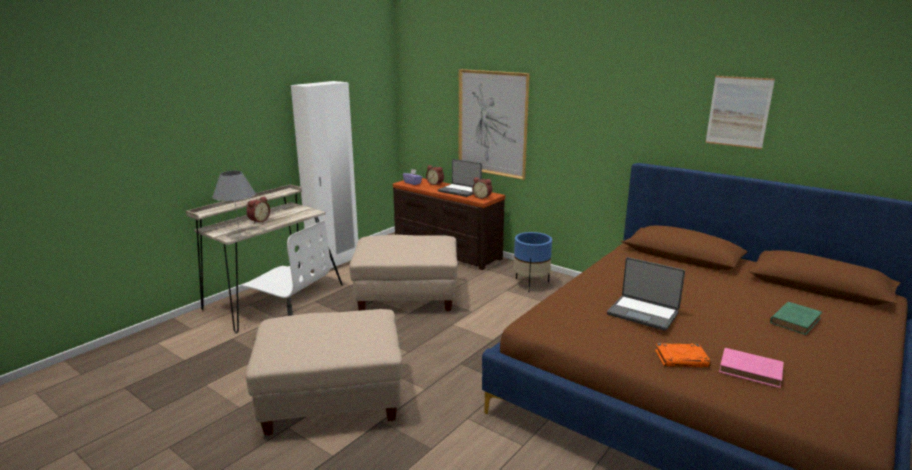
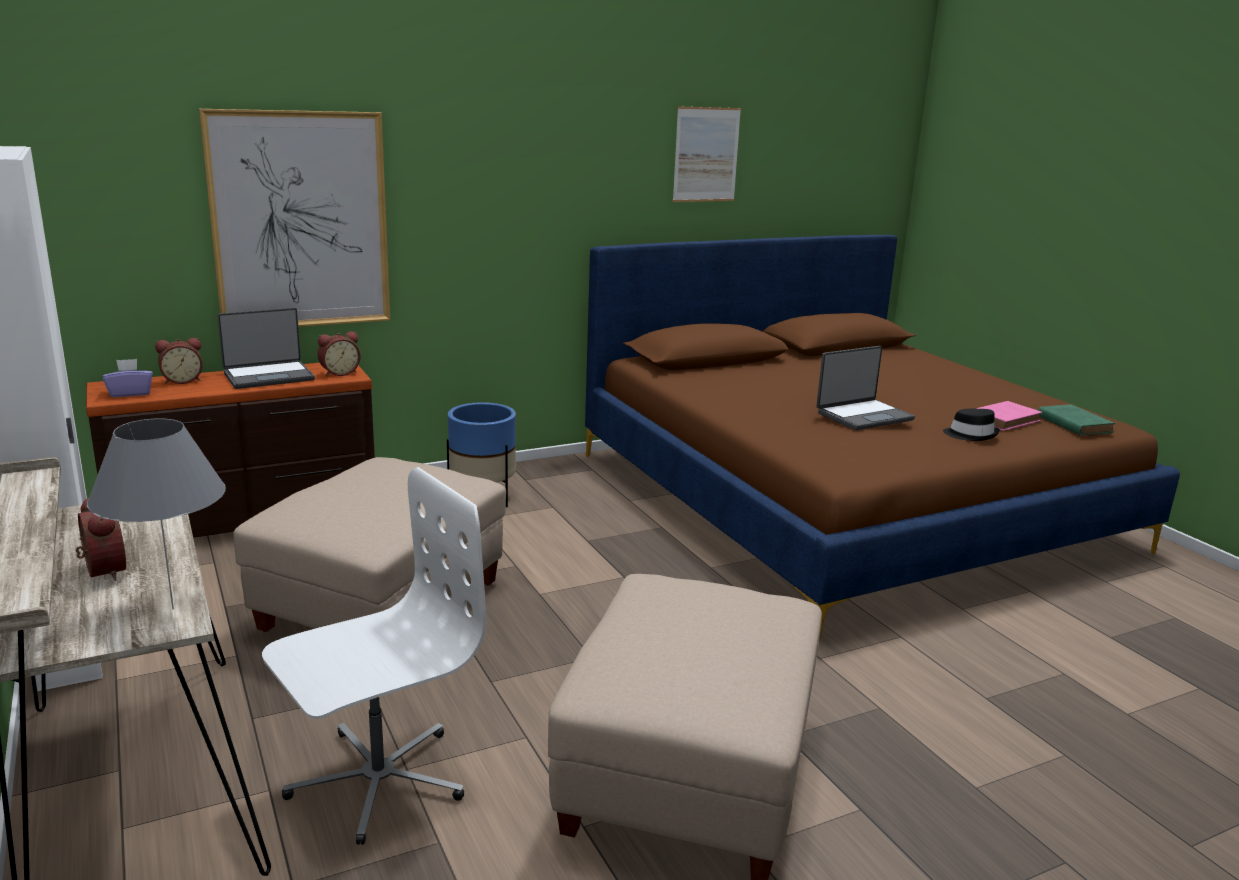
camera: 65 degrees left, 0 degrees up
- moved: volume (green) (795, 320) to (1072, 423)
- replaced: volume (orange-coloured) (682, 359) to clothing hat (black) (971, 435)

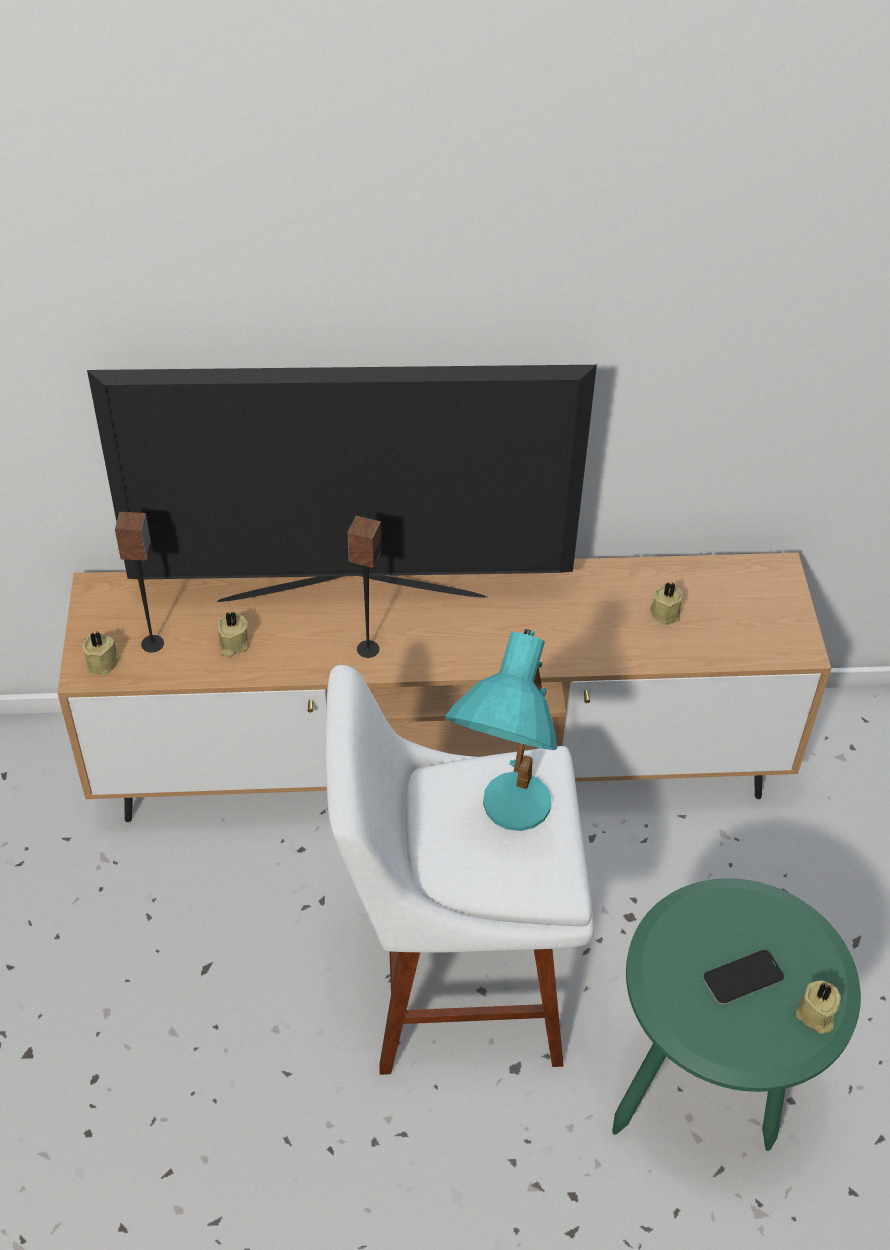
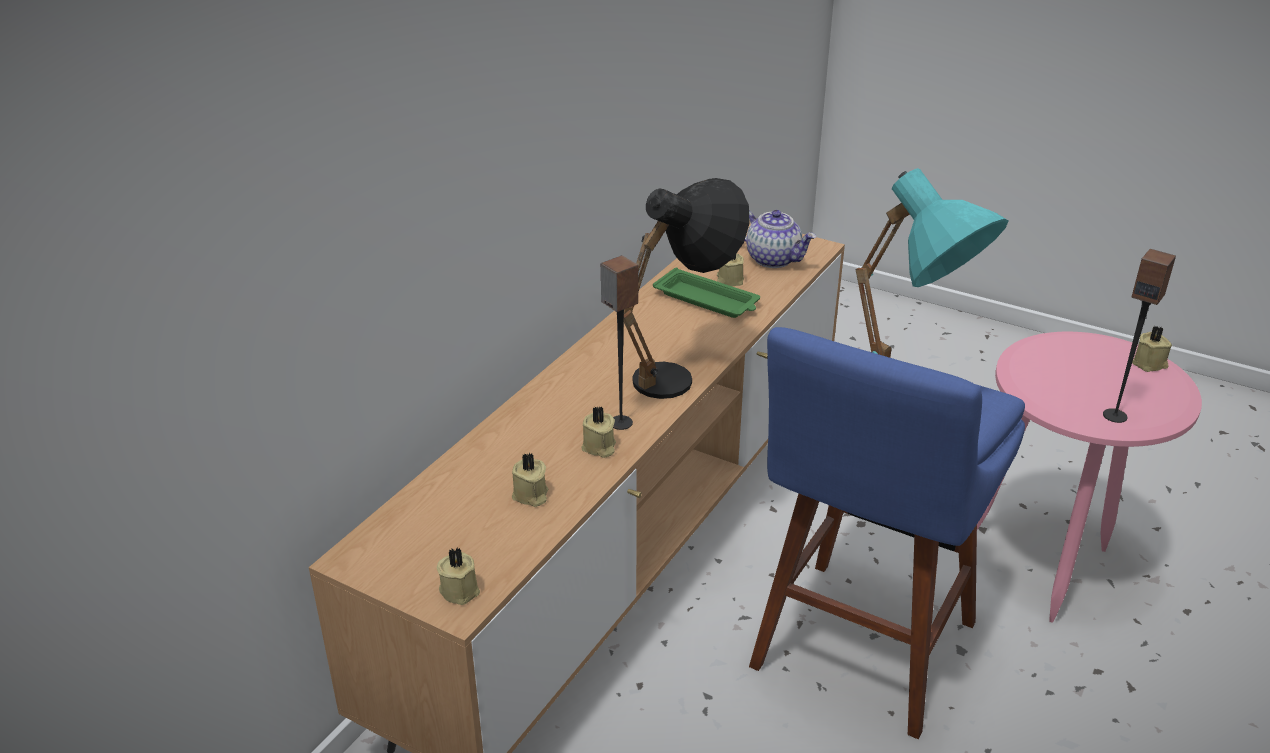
camera: 55 degrees left, 15 degrees down
- removed: TV set (352, 595)
- moved: audio speaker (153, 644) to (1115, 415)
- recoloured: sitting stool (white) (451, 987) to sitting stool (blue) (859, 652)
- recoloured: end table (green) (702, 1104) to end table (pink-coloured) (1049, 564)
- removed: handset (743, 978)
- added: tabletop lamp (black) (682, 375)
- added: tea pot (774, 259)
- added: carrying tray (green) (707, 300)
- added: wax candle (beige-coloured) (599, 447)

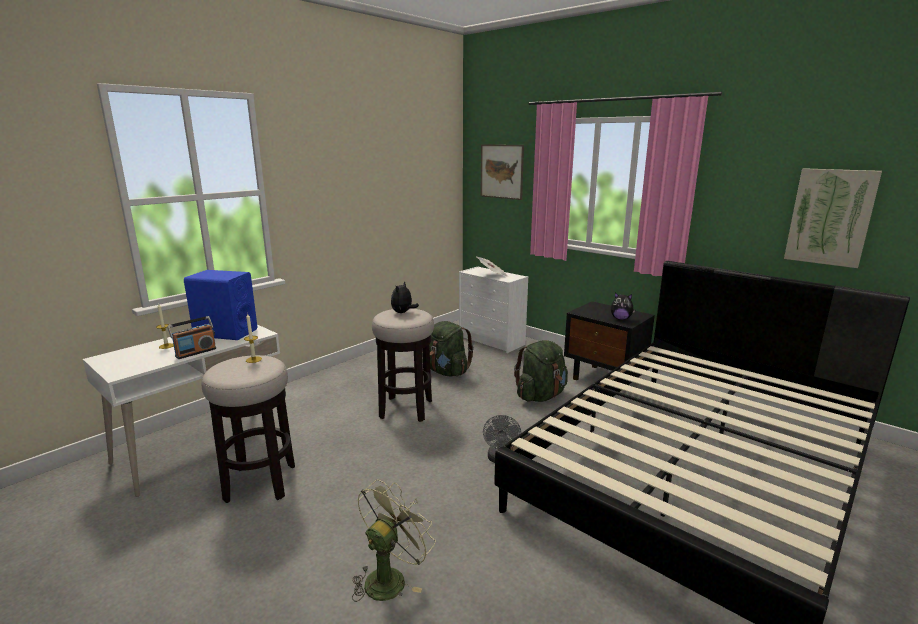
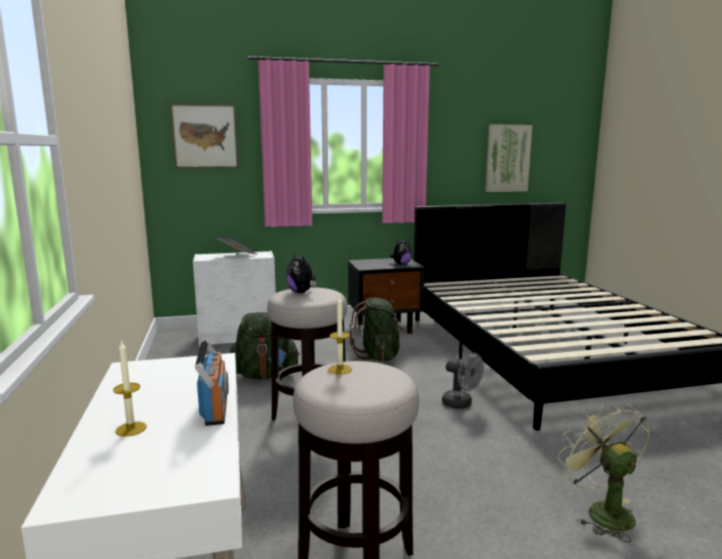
camera: 55 degrees left, 5 degrees down
- removed: audio speaker (blue) (225, 333)

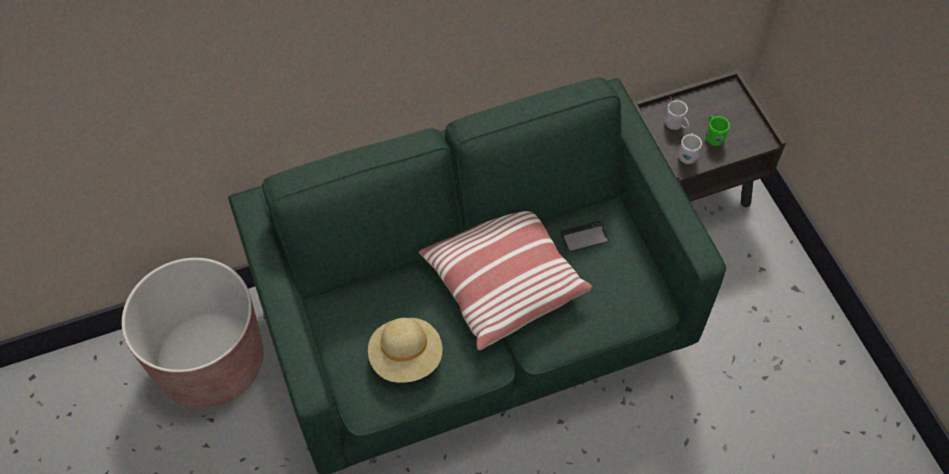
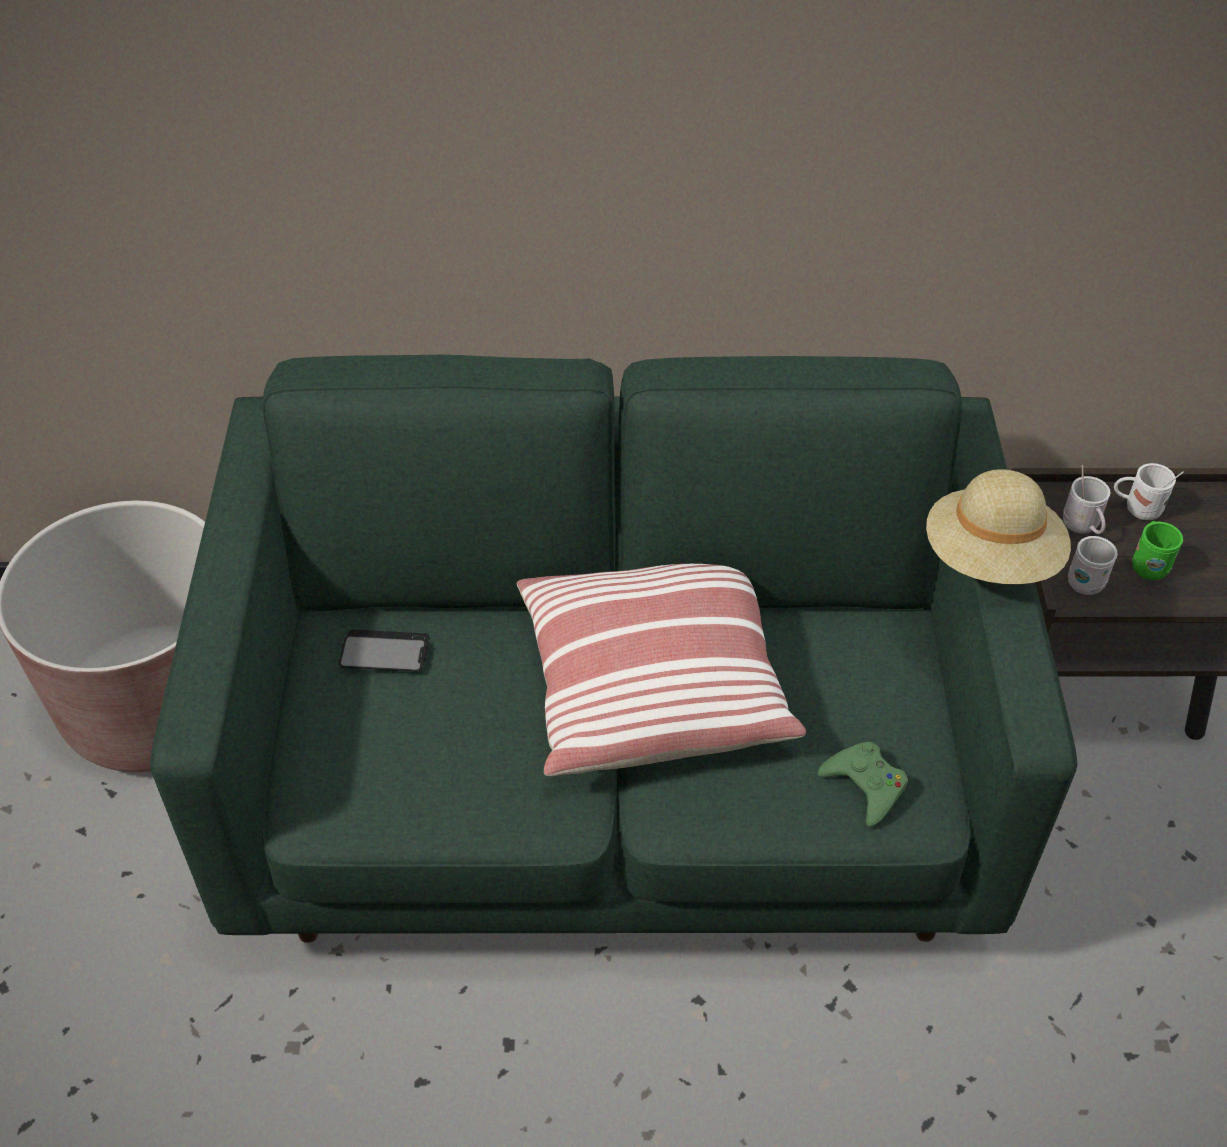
camera: 20 degrees right, 10 degrees down
- moved: handset (584, 237) to (385, 652)
- moved: clothing hat (beige-coloured) (406, 357) to (991, 559)
- added: mug (white) (1137, 509)
- added: joypad (green) (865, 786)

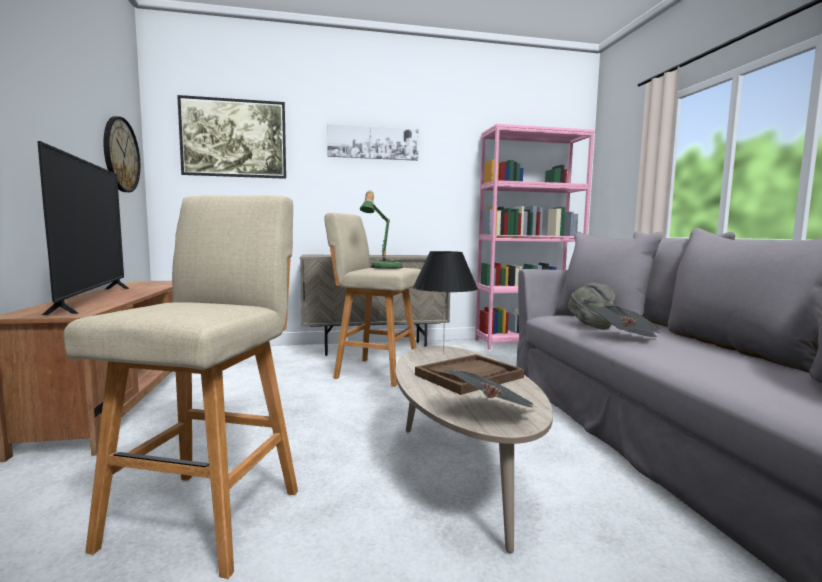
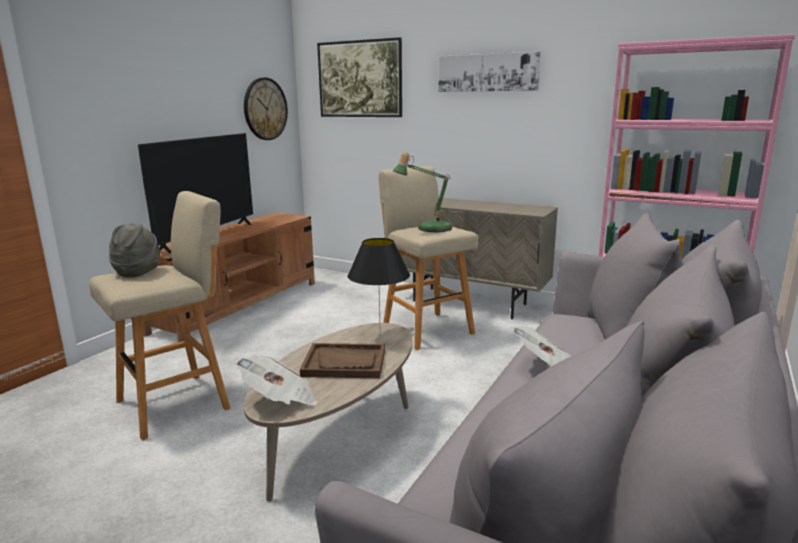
camera: 40 degrees right, 10 degrees up
- moved: clothing hat (grey) (590, 326) to (138, 271)

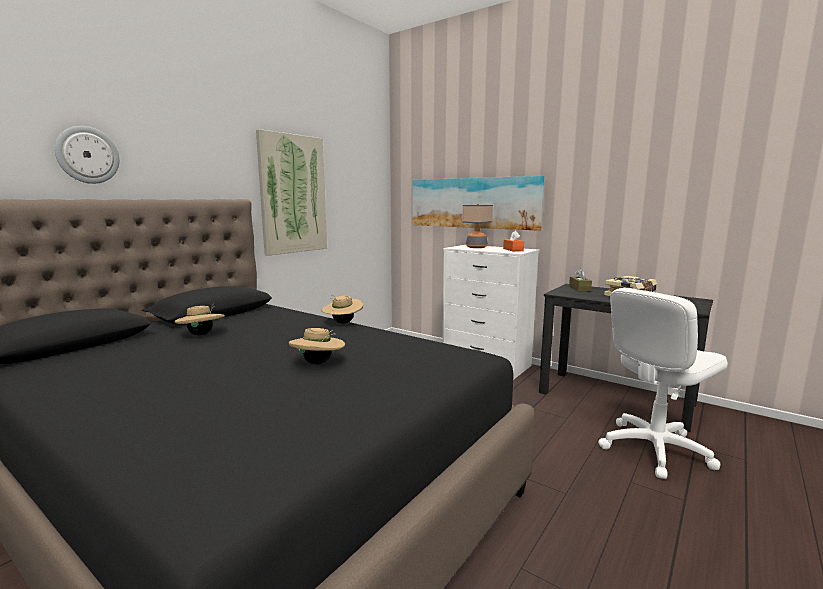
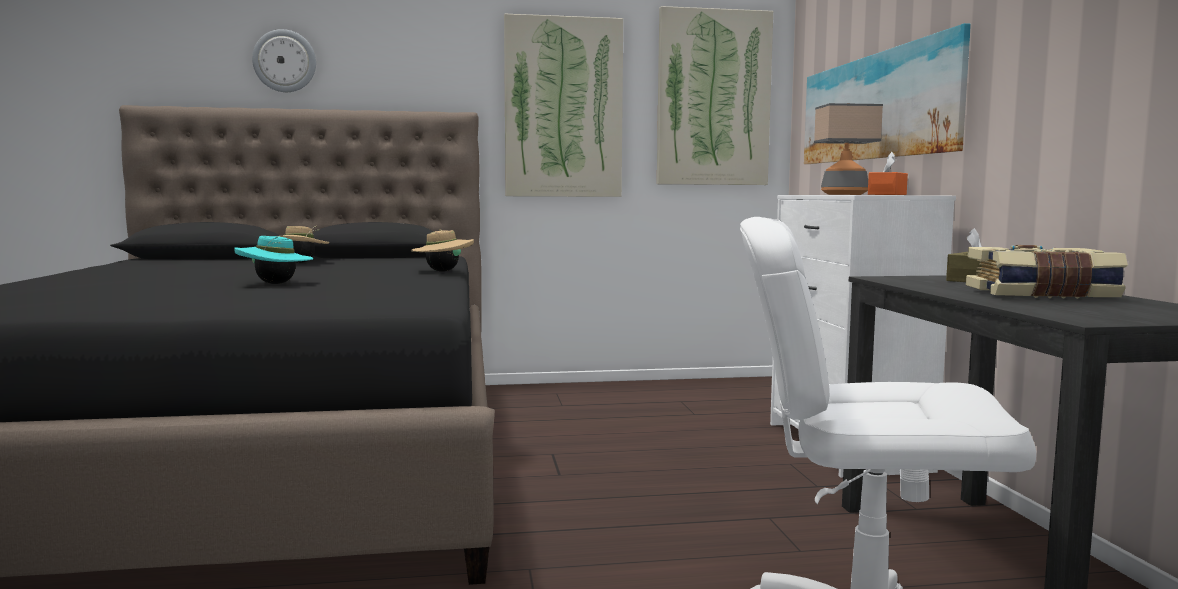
camera: 45 degrees right, 5 degrees down
- recoloured: clothing hat (beige-coloured) (318, 363) to clothing hat (turquoise) (276, 284)
- added: picture (713, 98)

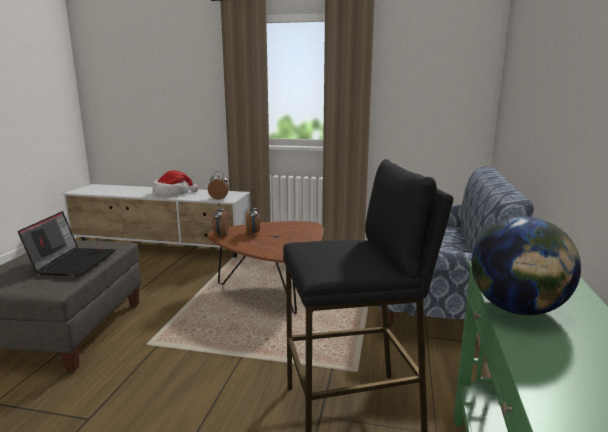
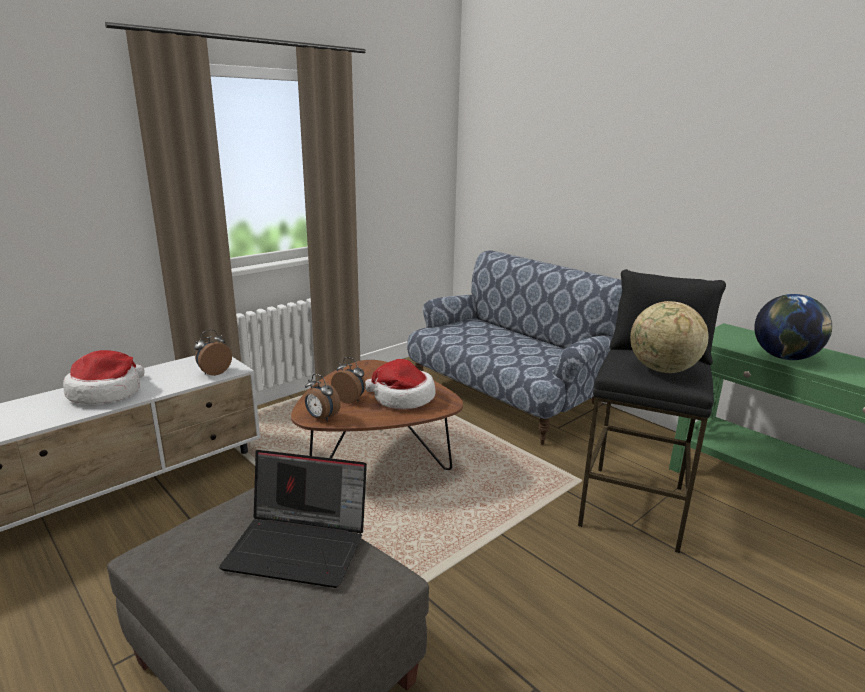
camera: 55 degrees left, 5 degrees up
- turned: laptop (73, 262) = (300, 546) 150 degrees clockwise
- added: desk globe (662, 370)
- added: clothing hat (402, 398)

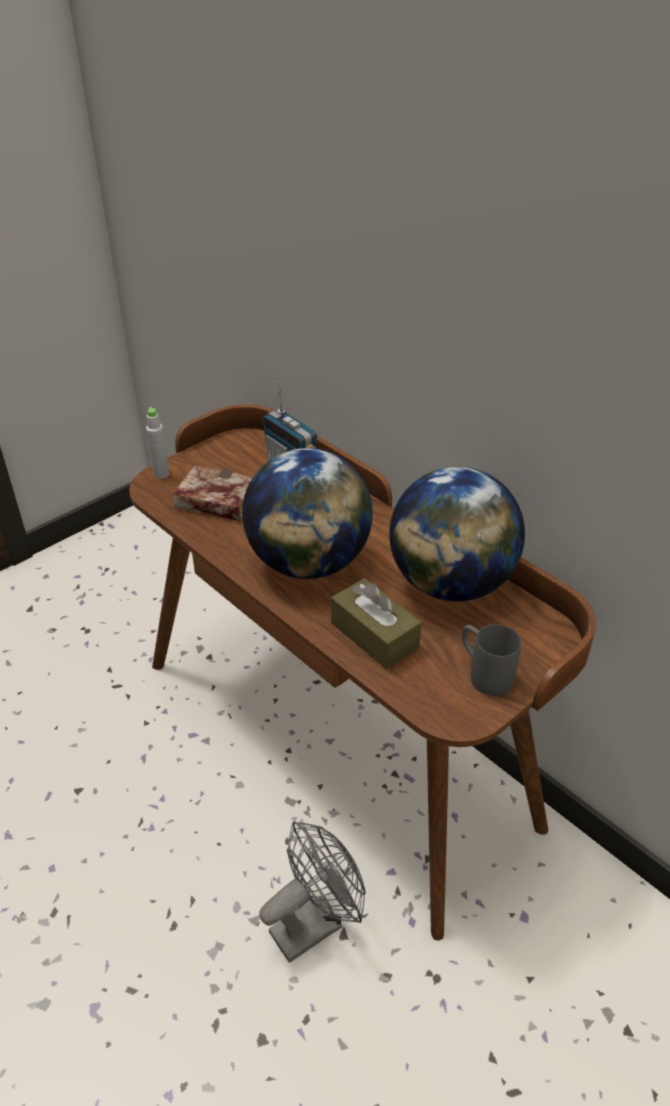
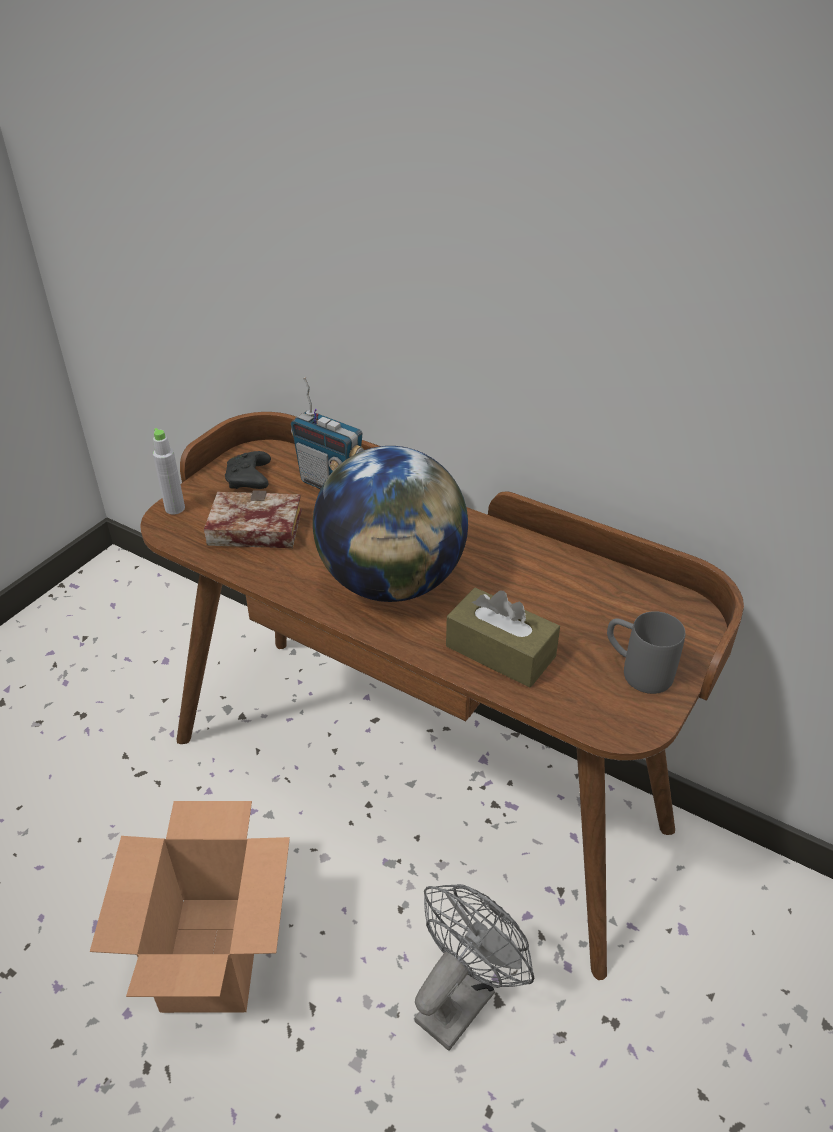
camera: 15 degrees left, 0 degrees up
- removed: desk globe (450, 584)
- added: joypad (black) (250, 480)
- added: cardboard box (212, 953)

